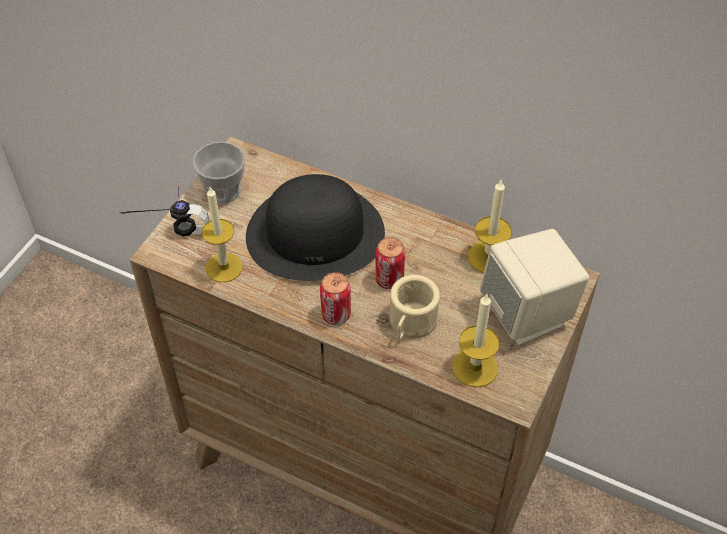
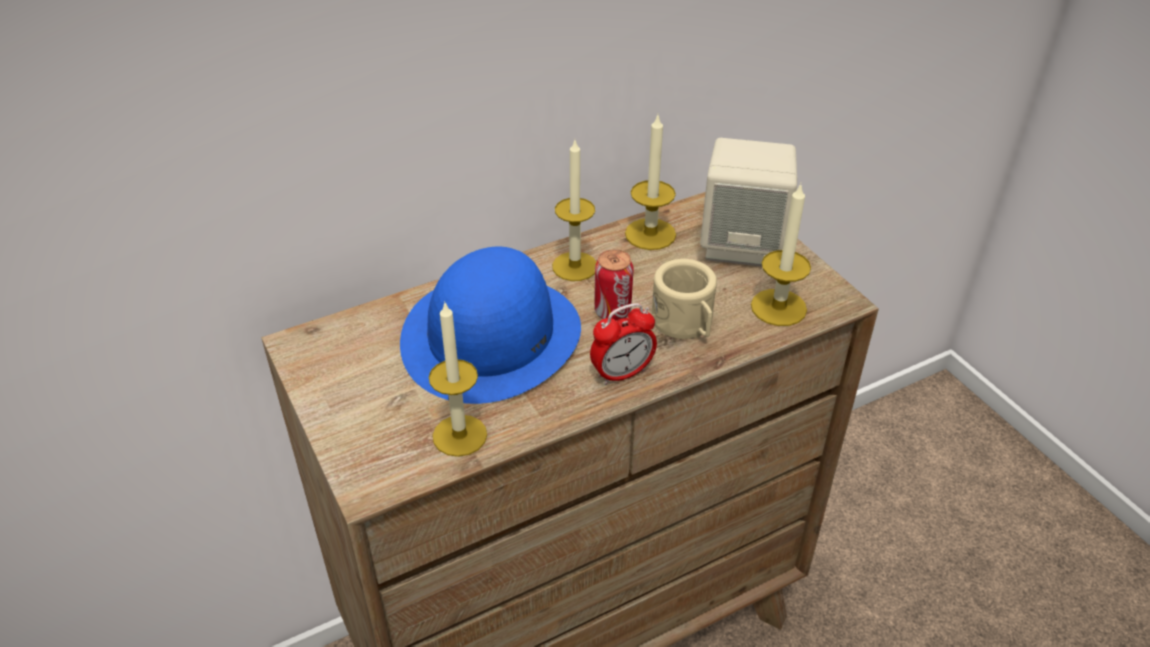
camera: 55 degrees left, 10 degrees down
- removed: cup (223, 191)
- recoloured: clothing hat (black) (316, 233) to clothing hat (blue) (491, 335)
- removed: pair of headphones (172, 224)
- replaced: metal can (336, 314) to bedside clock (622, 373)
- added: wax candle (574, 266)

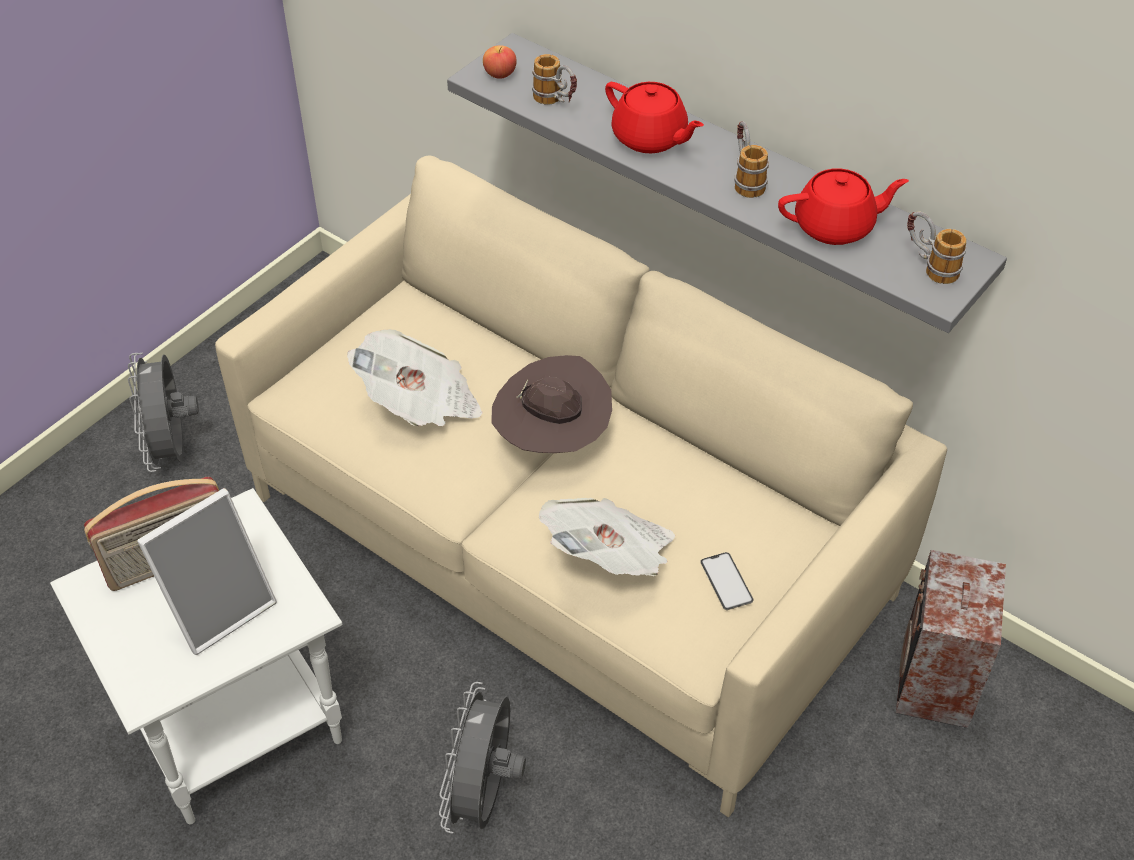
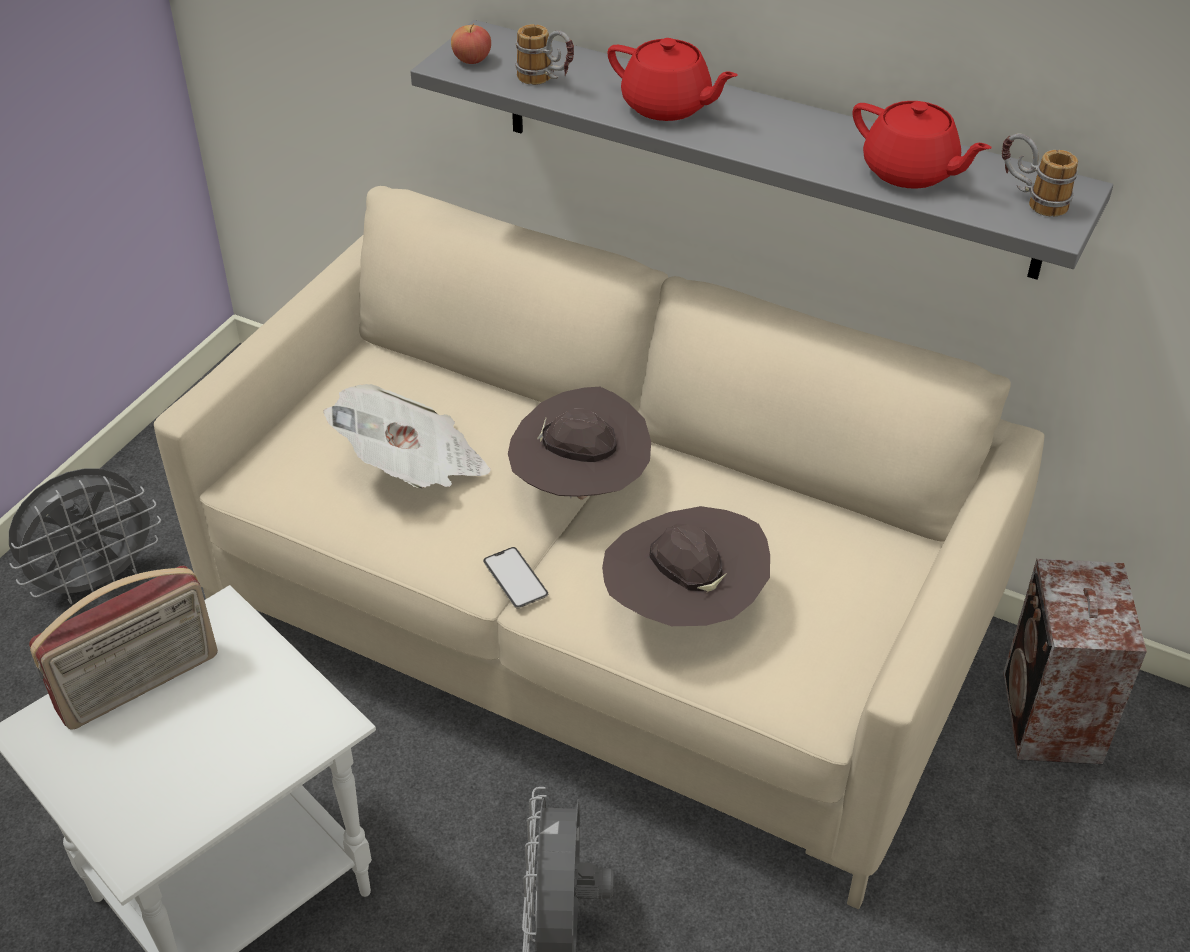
camera: 10 degrees left, 5 degrees down
- removed: mug (745, 178)
- turned: tea pot (red-coloured) (835, 226) = (910, 172) 60 degrees clockwise
- turned: electric fan (grey) (173, 450) = (98, 581) 105 degrees counterclockwise
- removed: picture frame (218, 607)
- replaced: newspaper (610, 556) to clothing hat (brown) (683, 608)
- moved: handset (726, 581) to (515, 578)

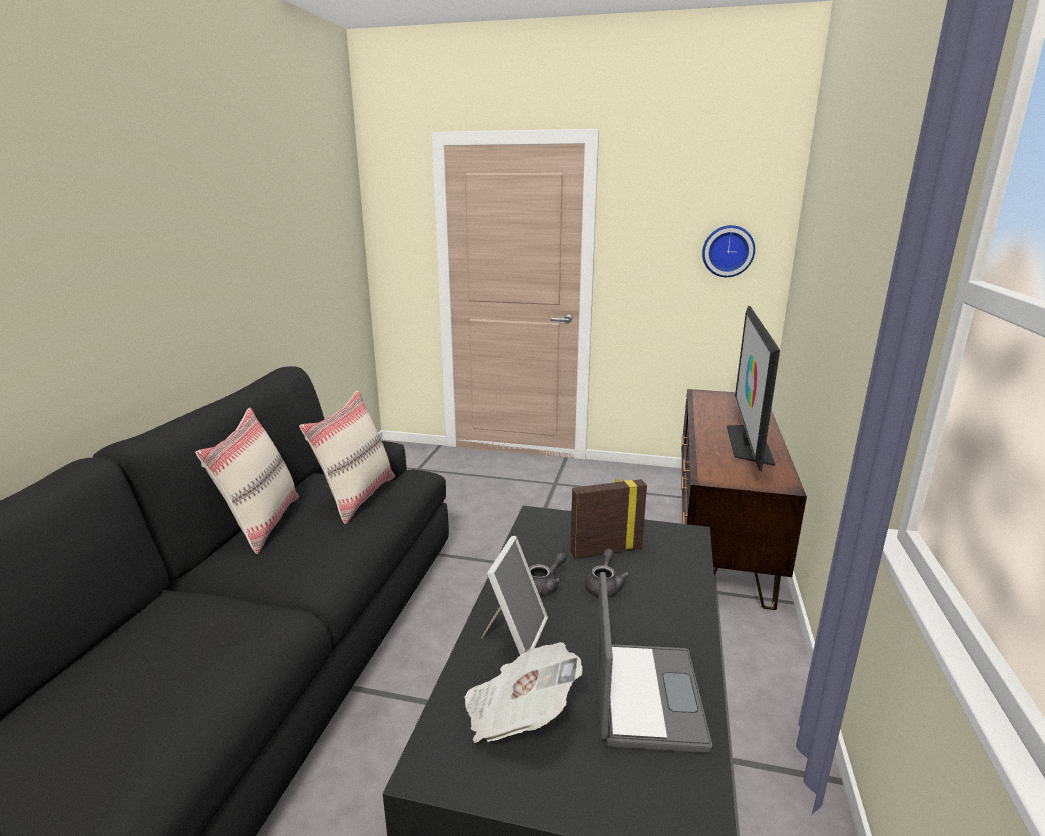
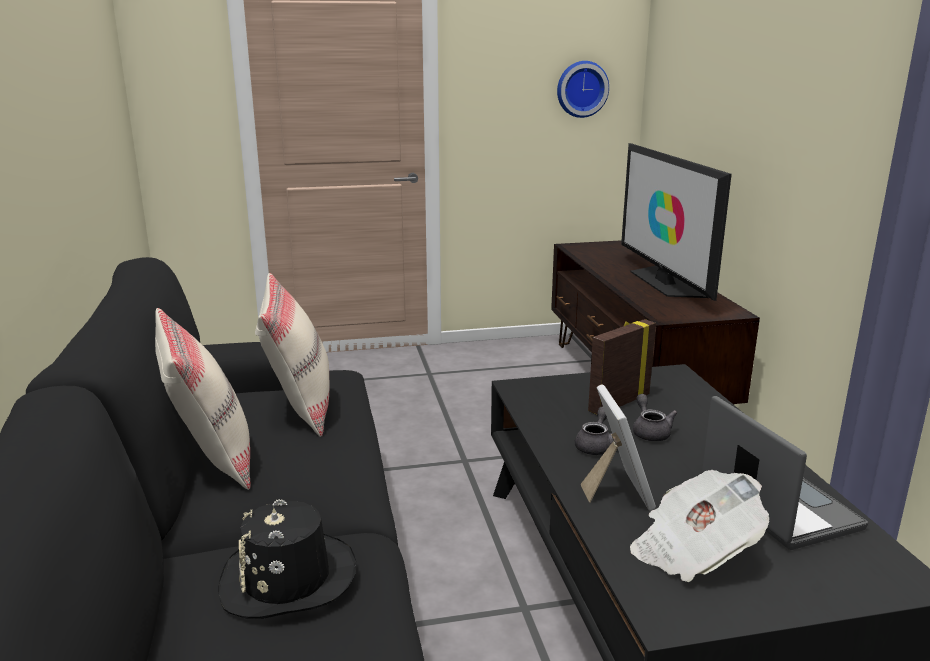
camera: 25 degrees left, 0 degrees up
- added: clothing hat (black) (287, 578)

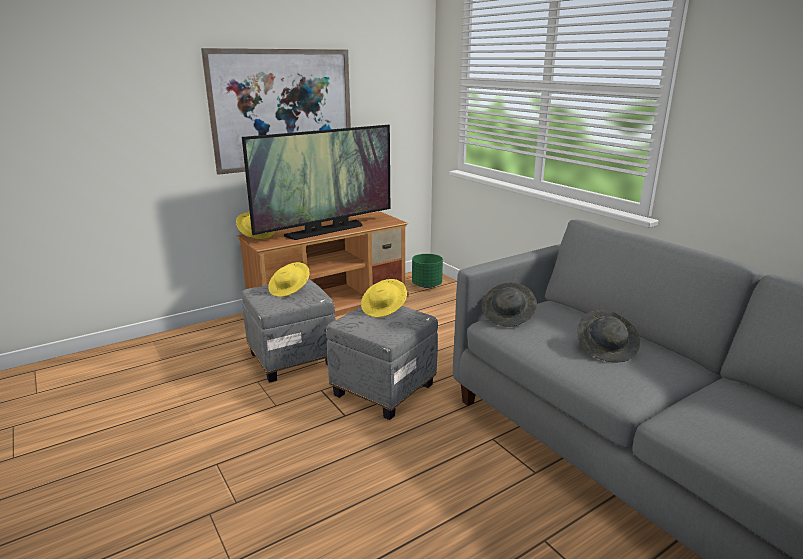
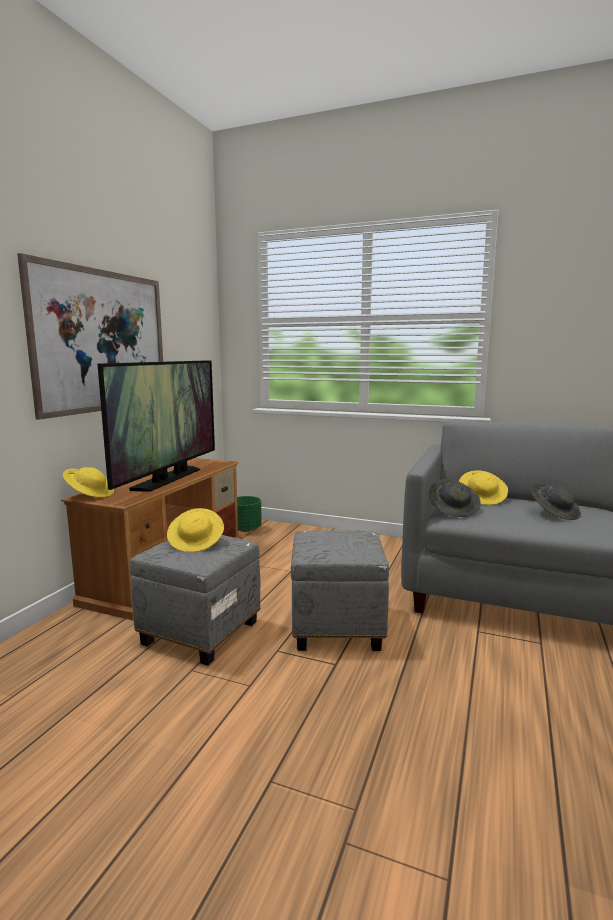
camera: 35 degrees left, 10 degrees down
- moved: clothing hat (yellow) (384, 309) to (482, 499)

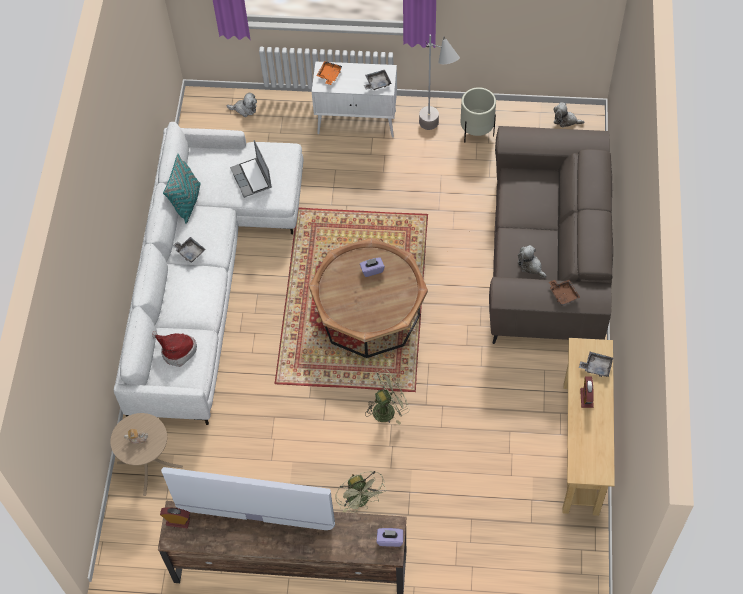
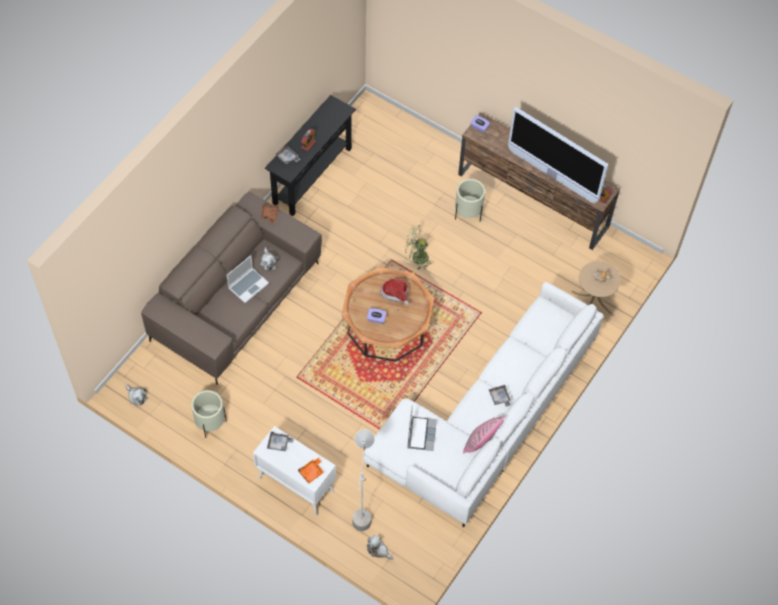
camera: 155 degrees left, 0 degrees up
- moved: standing lamp (grey) (436, 133) to (362, 507)
- recoloured: pillow (turquoise) (187, 202) to pillow (pink-coloured) (481, 442)
- moved: clothing hat (176, 351) to (395, 294)
- recoloured: console table (beige-coloured) (581, 448) to console table (black) (312, 175)
- replaced: electric fan (green) (361, 501) to planter (beige-coloured) (468, 214)
- added: laptop (248, 285)

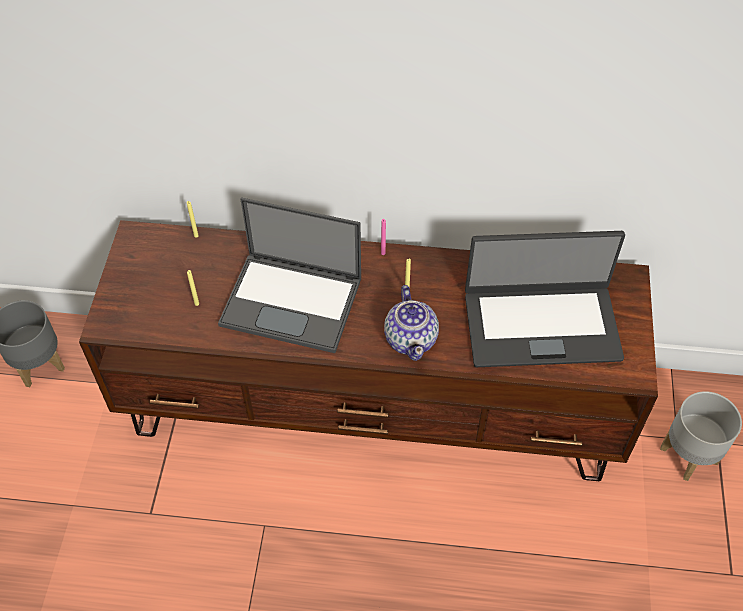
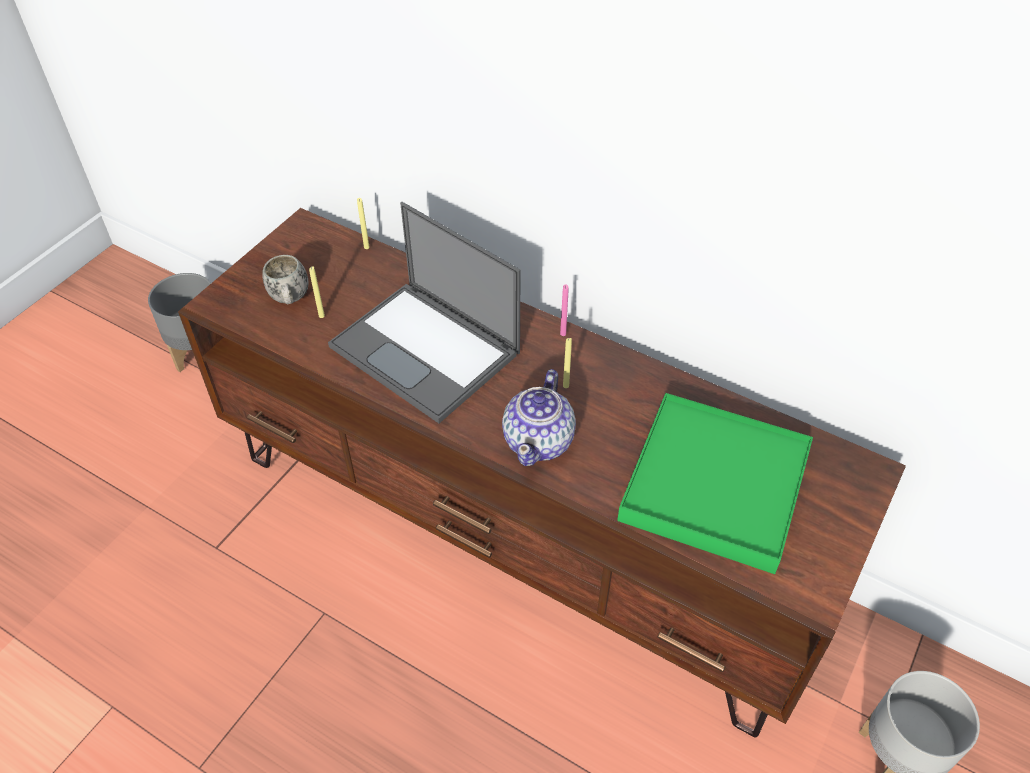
camera: 25 degrees right, 5 degrees down
- replaced: laptop (541, 324) to carrying tray (green) (715, 485)
- added: mug (white) (290, 300)

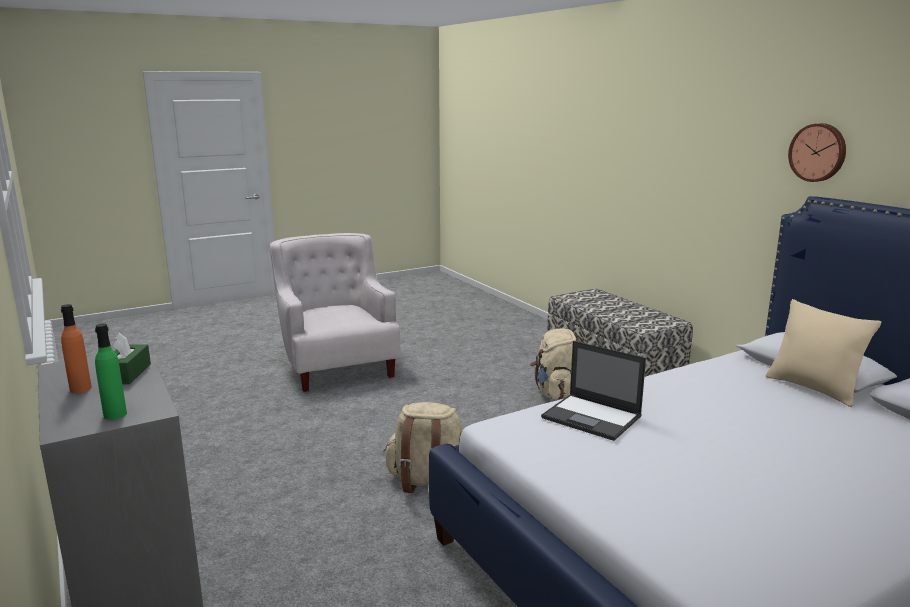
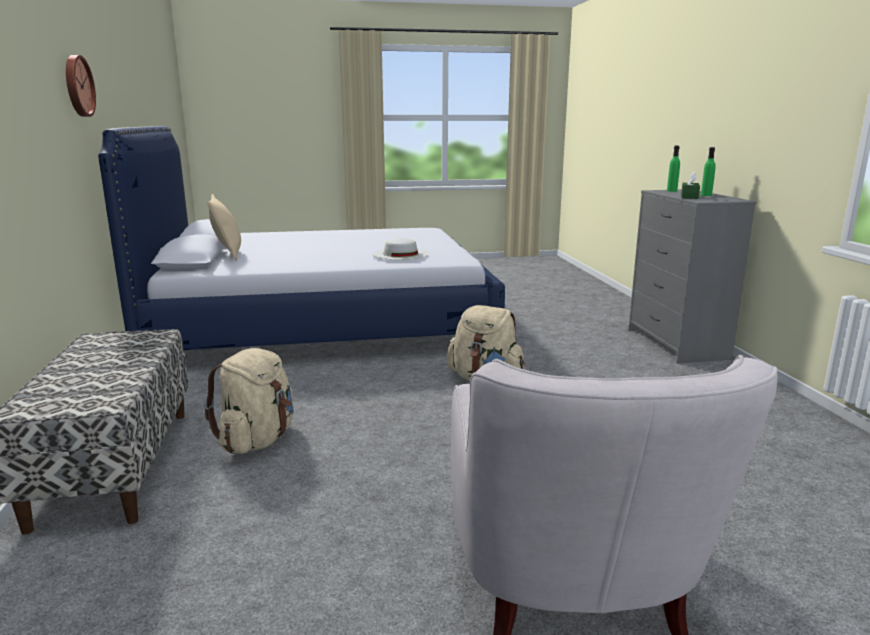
camera: 160 degrees left, 0 degrees up
- recoloured: beverage bottle (orange-coloured) (80, 389) to beverage bottle (green) (706, 195)
- replaced: laptop (592, 417) to clothing hat (white) (400, 254)

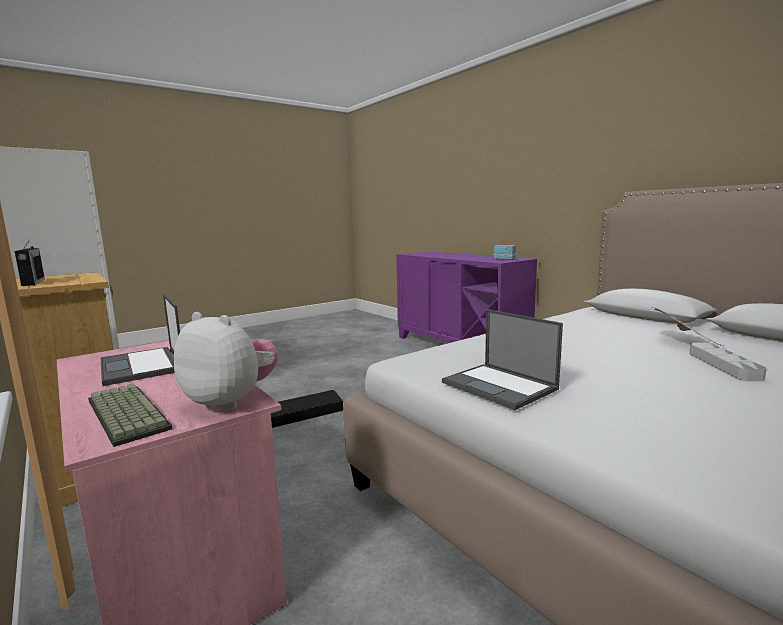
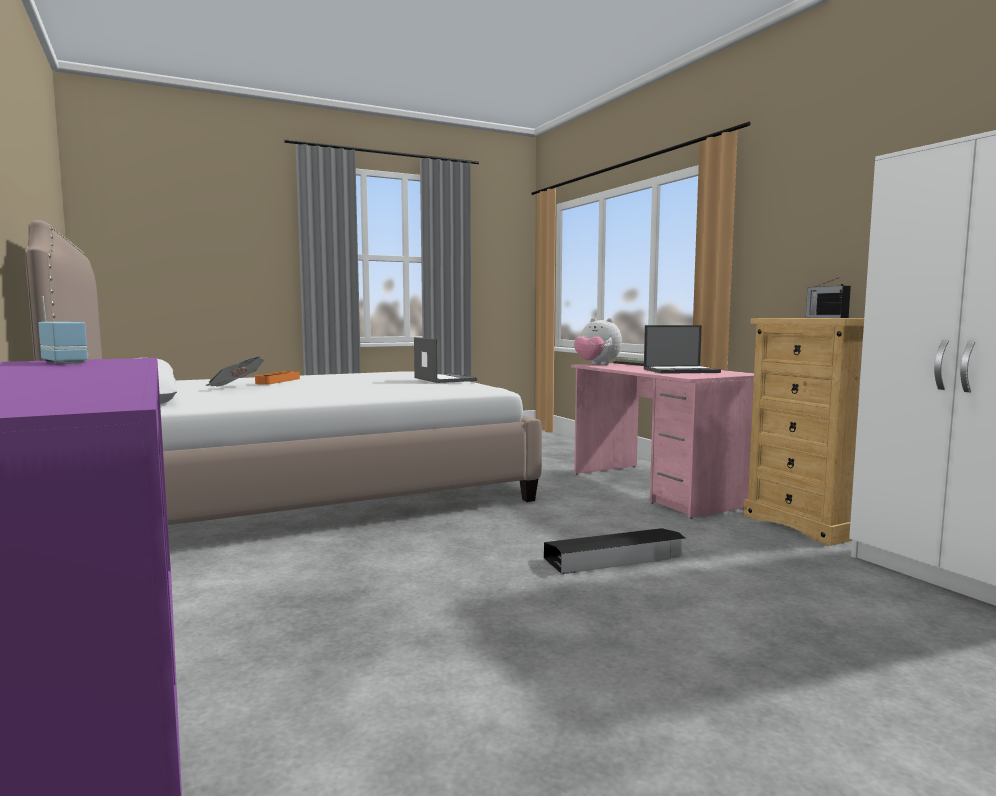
camera: 170 degrees left, 5 degrees down
- turned: laptop (142, 366) = (681, 371) 105 degrees clockwise
- recoloured: carrying tray (grey) (723, 365) to carrying tray (orange-coloured) (278, 381)

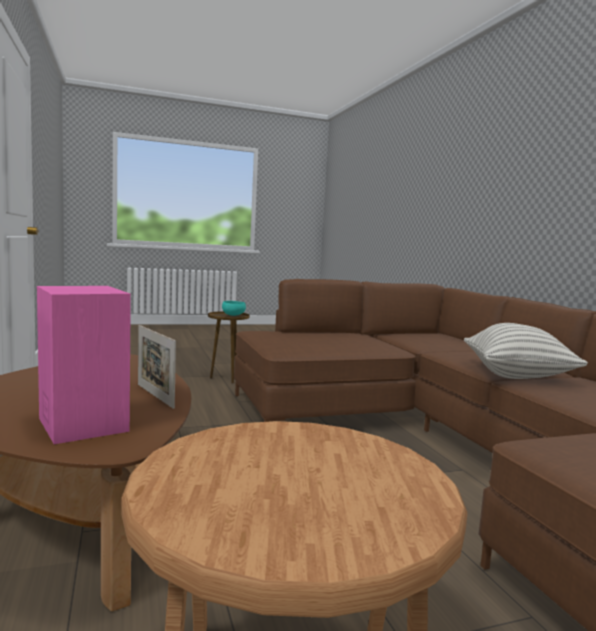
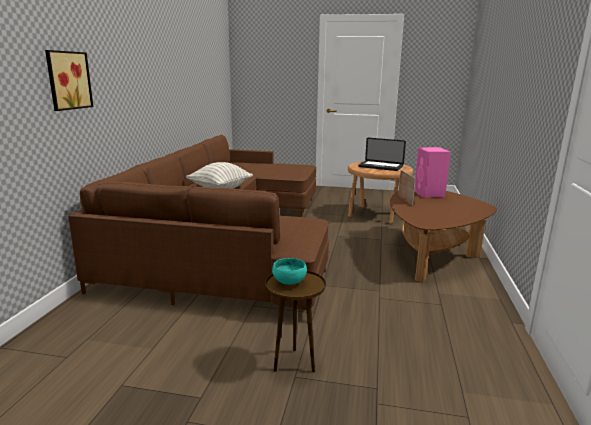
camera: 150 degrees left, 10 degrees up
- added: picture (67, 80)
- added: laptop (380, 166)

